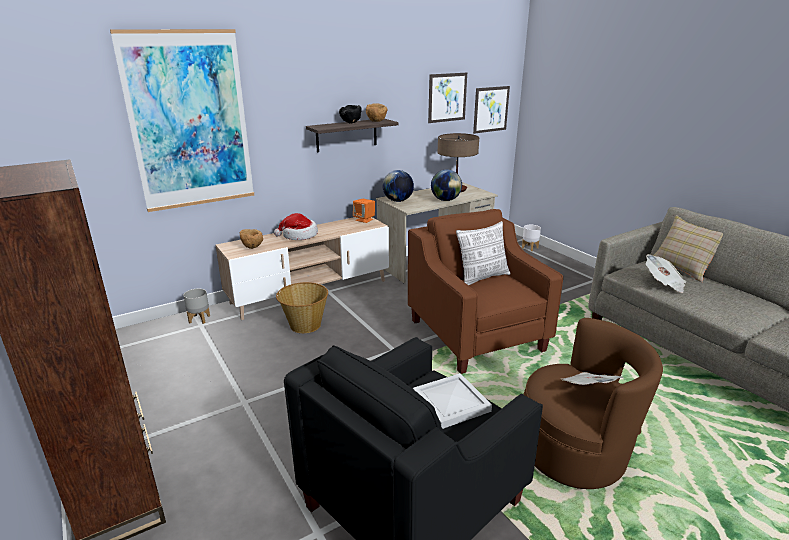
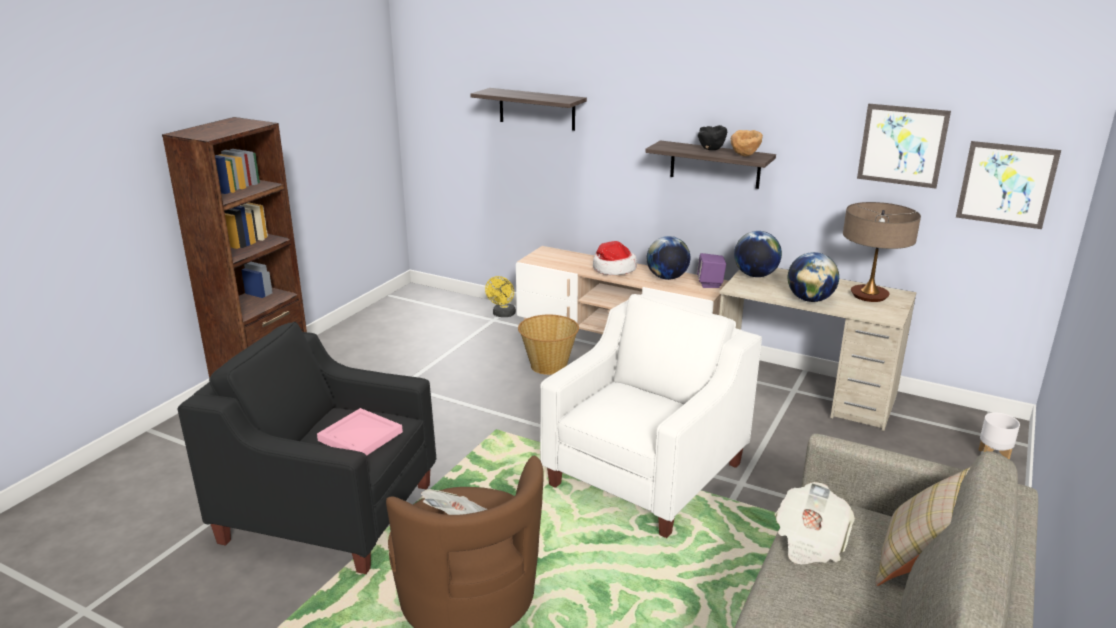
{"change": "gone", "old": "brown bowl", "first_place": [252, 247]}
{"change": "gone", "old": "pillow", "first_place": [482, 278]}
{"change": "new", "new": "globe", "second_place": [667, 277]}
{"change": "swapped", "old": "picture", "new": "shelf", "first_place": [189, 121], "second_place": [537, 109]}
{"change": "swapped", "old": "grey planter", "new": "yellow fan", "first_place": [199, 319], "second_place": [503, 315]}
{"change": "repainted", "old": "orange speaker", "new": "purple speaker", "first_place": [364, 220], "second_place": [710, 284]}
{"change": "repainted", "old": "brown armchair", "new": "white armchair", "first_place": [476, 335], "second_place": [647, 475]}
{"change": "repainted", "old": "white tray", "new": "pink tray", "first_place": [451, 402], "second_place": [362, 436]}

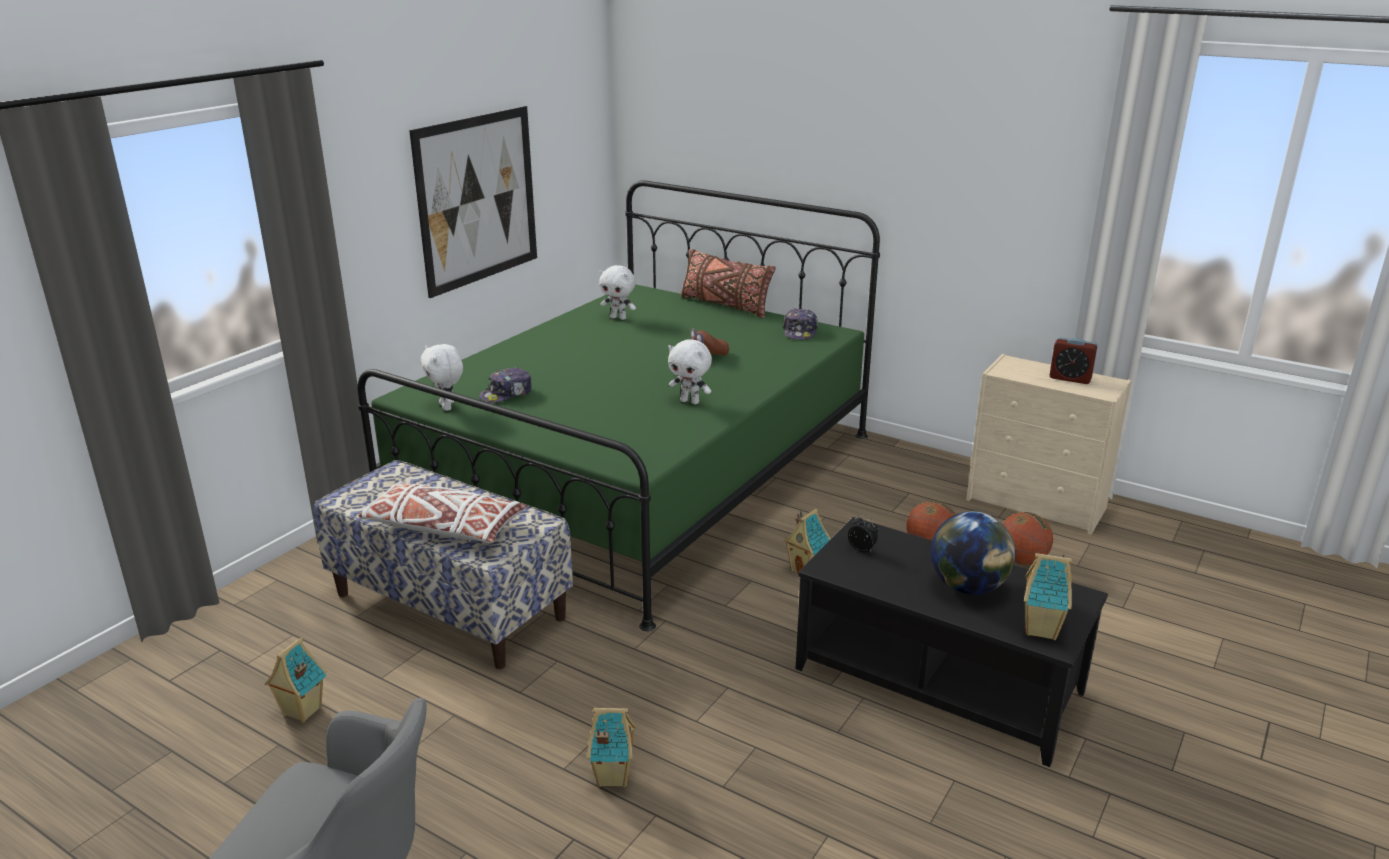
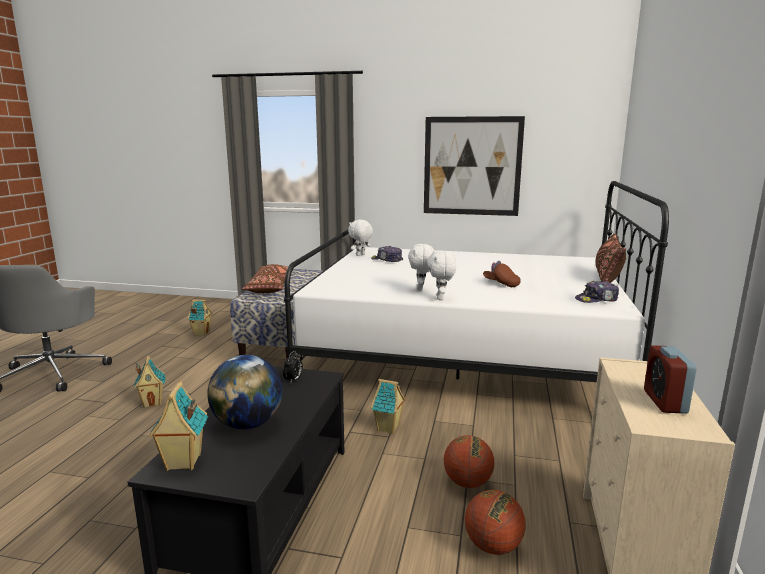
{"change": "shifted", "old": "white plush toy", "first_place": [618, 318], "second_place": [441, 298]}
{"change": "repainted", "old": "green bed", "new": "white bed", "first_place": [638, 475], "second_place": [462, 354]}
{"change": "repainted", "old": "white pillow", "new": "brown pillow", "first_place": [443, 527], "second_place": [270, 287]}

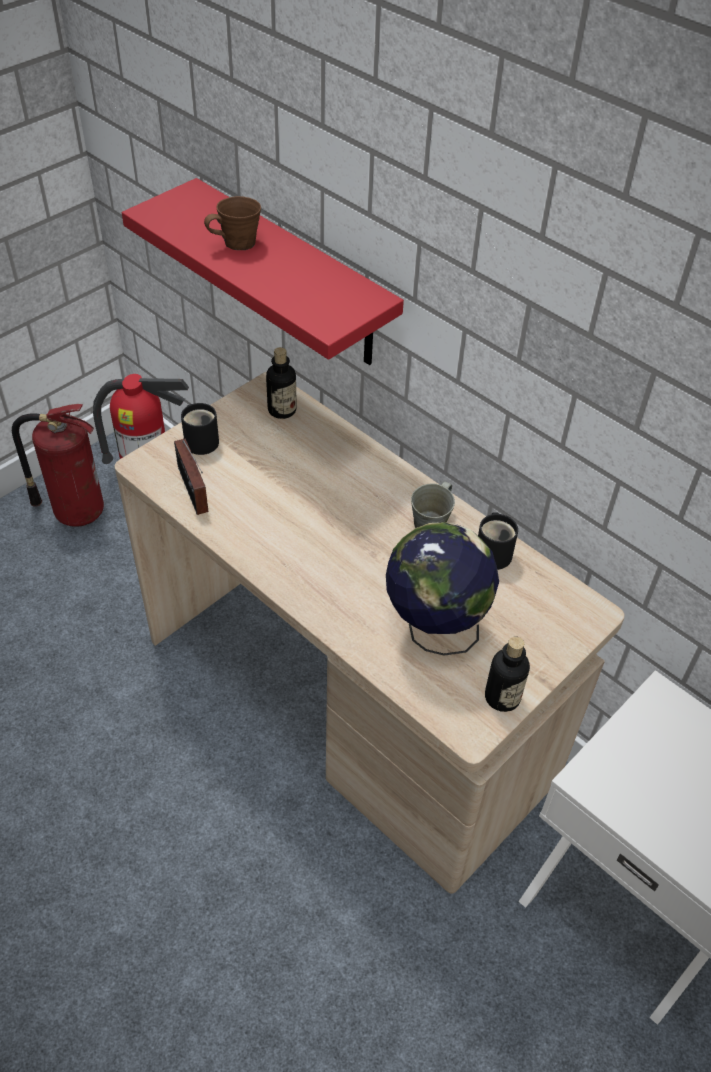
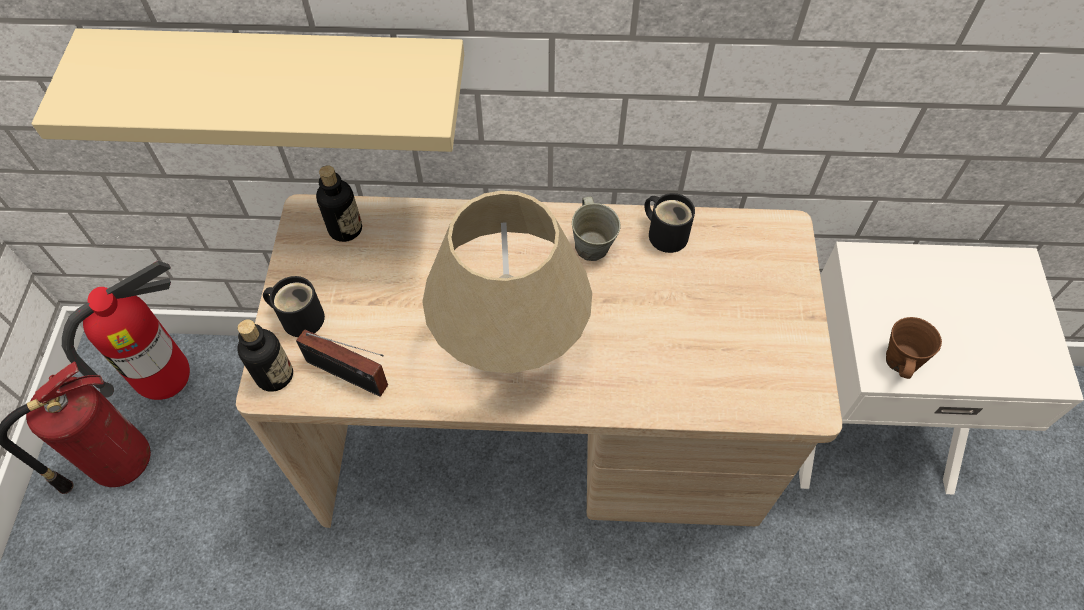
{"change": "gone", "old": "globe", "first_place": [434, 629]}
{"change": "new", "new": "beige table lamp", "second_place": [510, 349]}
{"change": "shifted", "old": "brown mug", "first_place": [237, 243], "second_place": [900, 362]}
{"change": "shifted", "old": "bottle", "first_place": [502, 697], "second_place": [275, 375]}
{"change": "repainted", "old": "red shelf", "new": "beige shelf", "first_place": [294, 276], "second_place": [284, 80]}

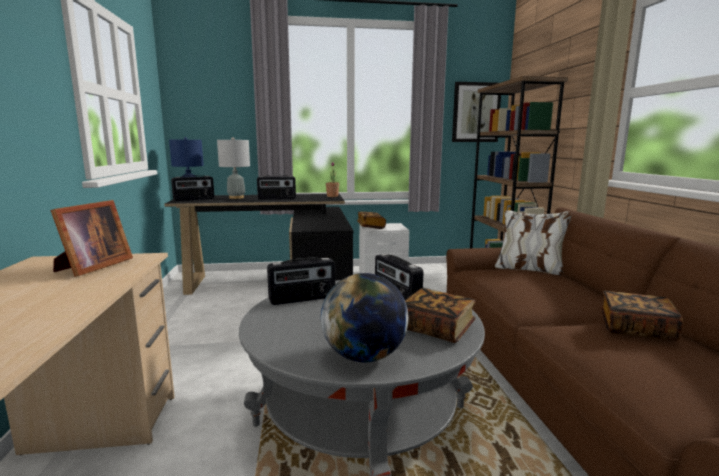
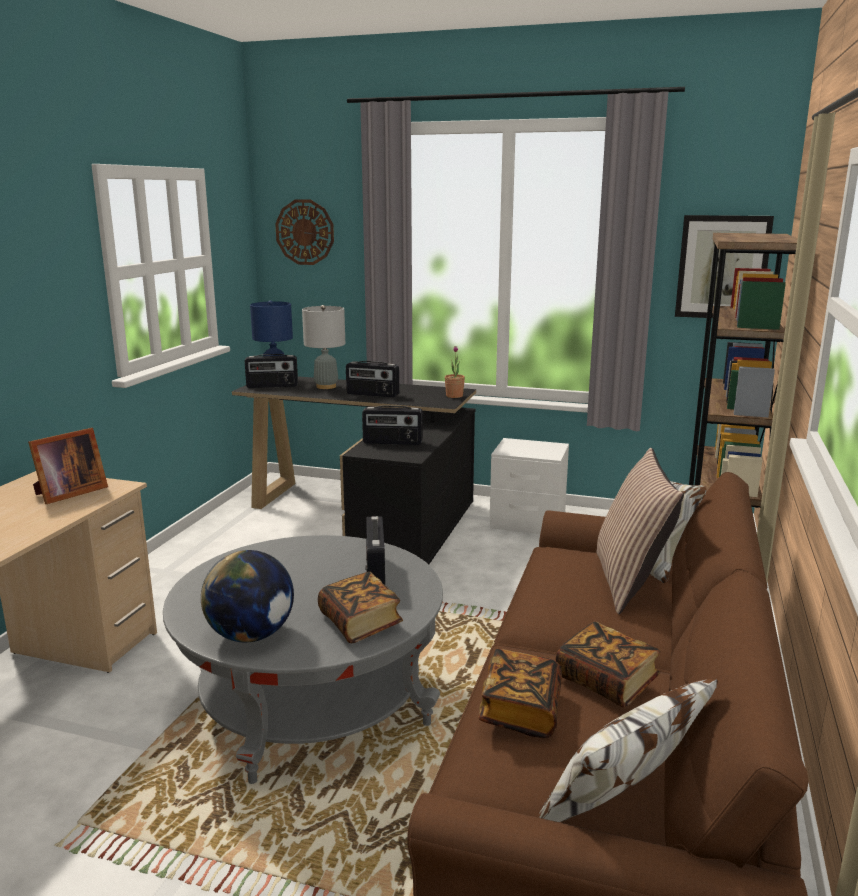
{"change": "new", "new": "wall clock", "second_place": [305, 232]}
{"change": "new", "new": "pillow", "second_place": [630, 582]}
{"change": "shifted", "old": "radio", "first_place": [302, 299], "second_place": [392, 442]}
{"change": "shifted", "old": "book", "first_place": [370, 227], "second_place": [520, 711]}

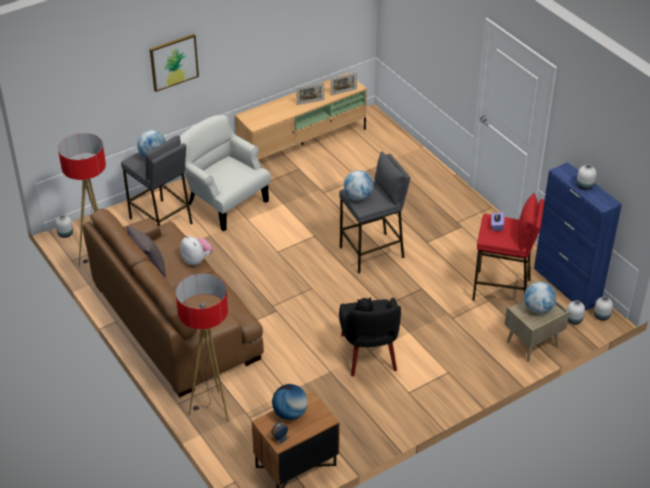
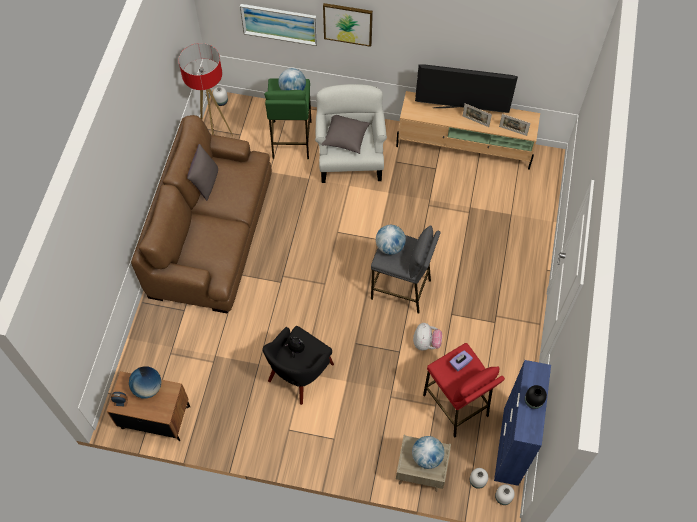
{"change": "gone", "old": "floor lamp", "first_place": [211, 409]}
{"change": "new", "new": "picture", "second_place": [279, 23]}
{"change": "new", "new": "grey pillow", "second_place": [345, 138]}
{"change": "new", "new": "television", "second_place": [461, 110]}
{"change": "shifted", "old": "plush toy", "first_place": [197, 260], "second_place": [426, 343]}
{"change": "repainted", "old": "grey stool", "new": "green stool", "first_place": [161, 221], "second_place": [291, 140]}
{"change": "repainted", "old": "white vase", "new": "black vase", "first_place": [584, 186], "second_place": [533, 401]}

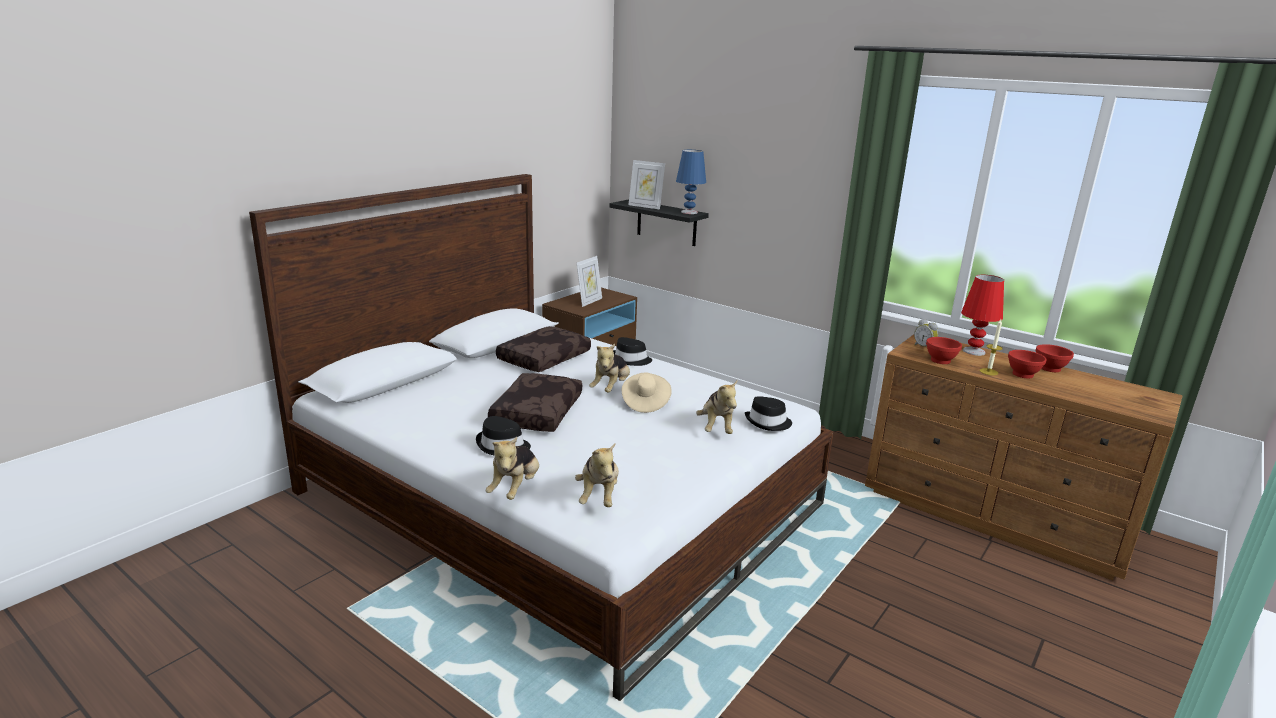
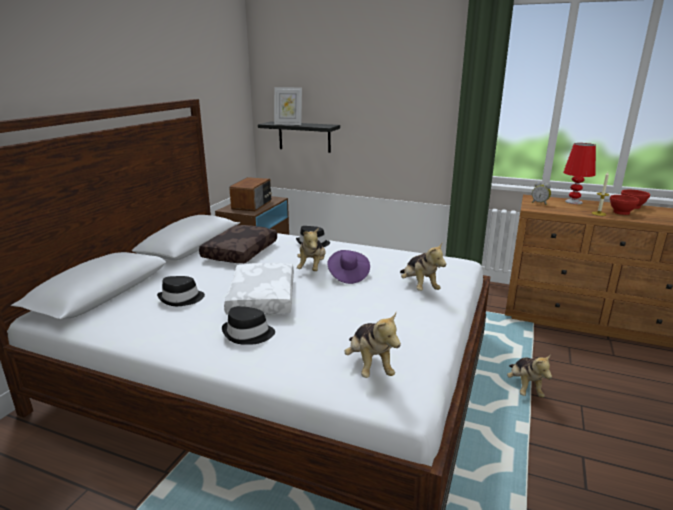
{"change": "gone", "old": "blue table lamp", "first_place": [689, 212]}
{"change": "gone", "old": "red bowl", "first_place": [940, 360]}
{"change": "shifted", "old": "plush toy", "first_place": [515, 488], "second_place": [524, 387]}
{"change": "shifted", "old": "black hat", "first_place": [768, 422], "second_place": [181, 299]}
{"change": "swapped", "old": "picture frame", "new": "radio", "first_place": [589, 301], "second_place": [252, 205]}
{"change": "repainted", "old": "brown pillow", "new": "white pillow", "first_place": [536, 412], "second_place": [261, 298]}
{"change": "repainted", "old": "beige hat", "new": "purple hat", "first_place": [645, 403], "second_place": [348, 275]}

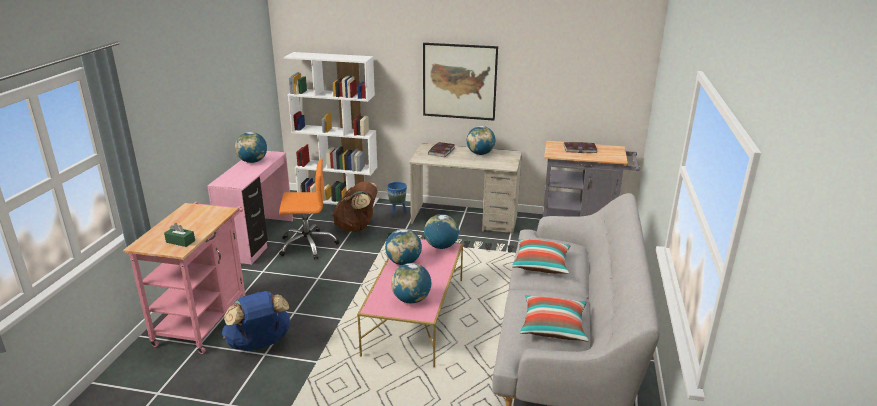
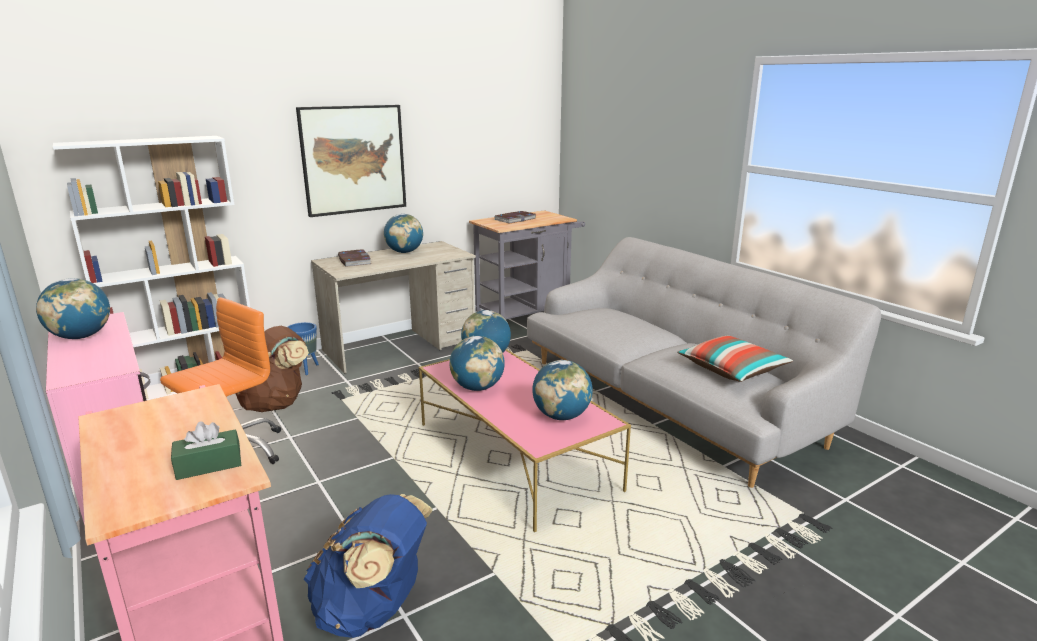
{"change": "gone", "old": "pillow", "first_place": [541, 264]}

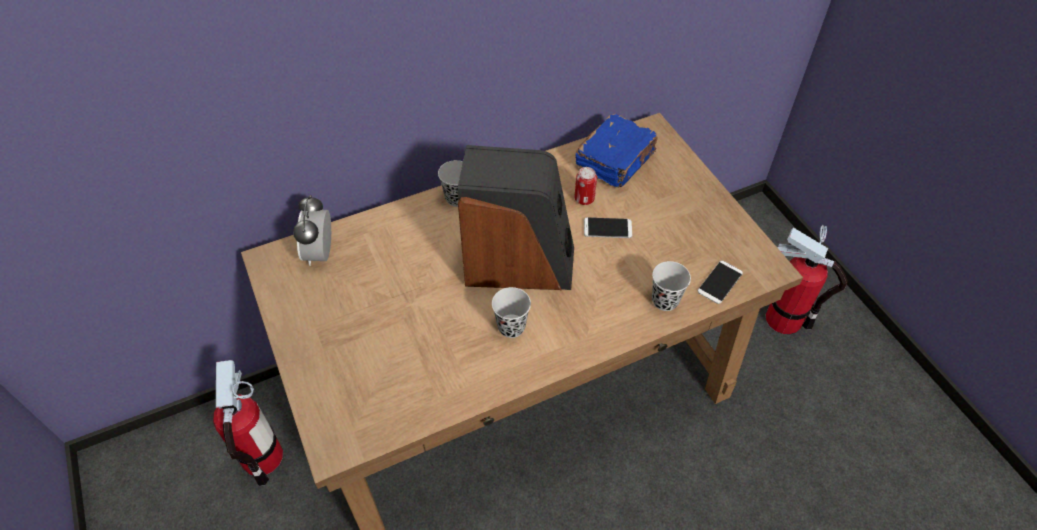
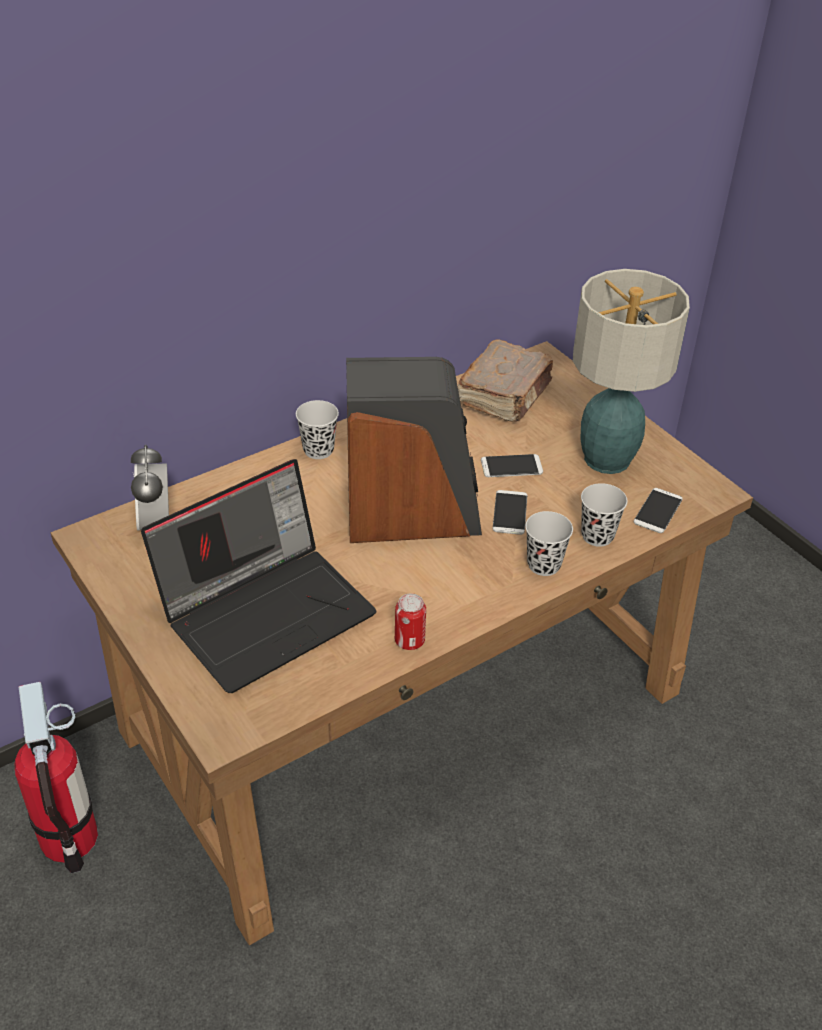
{"change": "gone", "old": "fire extinguisher", "first_place": [784, 319]}
{"change": "new", "new": "laptop", "second_place": [267, 610]}
{"change": "new", "new": "phone", "second_place": [510, 513]}
{"change": "new", "new": "table lamp", "second_place": [608, 459]}
{"change": "shifted", "old": "black cup", "first_place": [511, 327], "second_place": [544, 564]}
{"change": "shifted", "old": "can", "first_place": [584, 199], "second_place": [409, 640]}
{"change": "repainted", "old": "blue book", "new": "brown book", "first_place": [616, 161], "second_place": [505, 395]}

